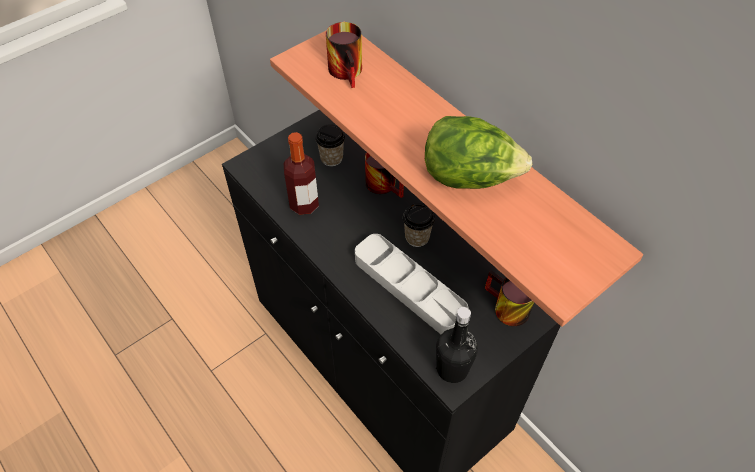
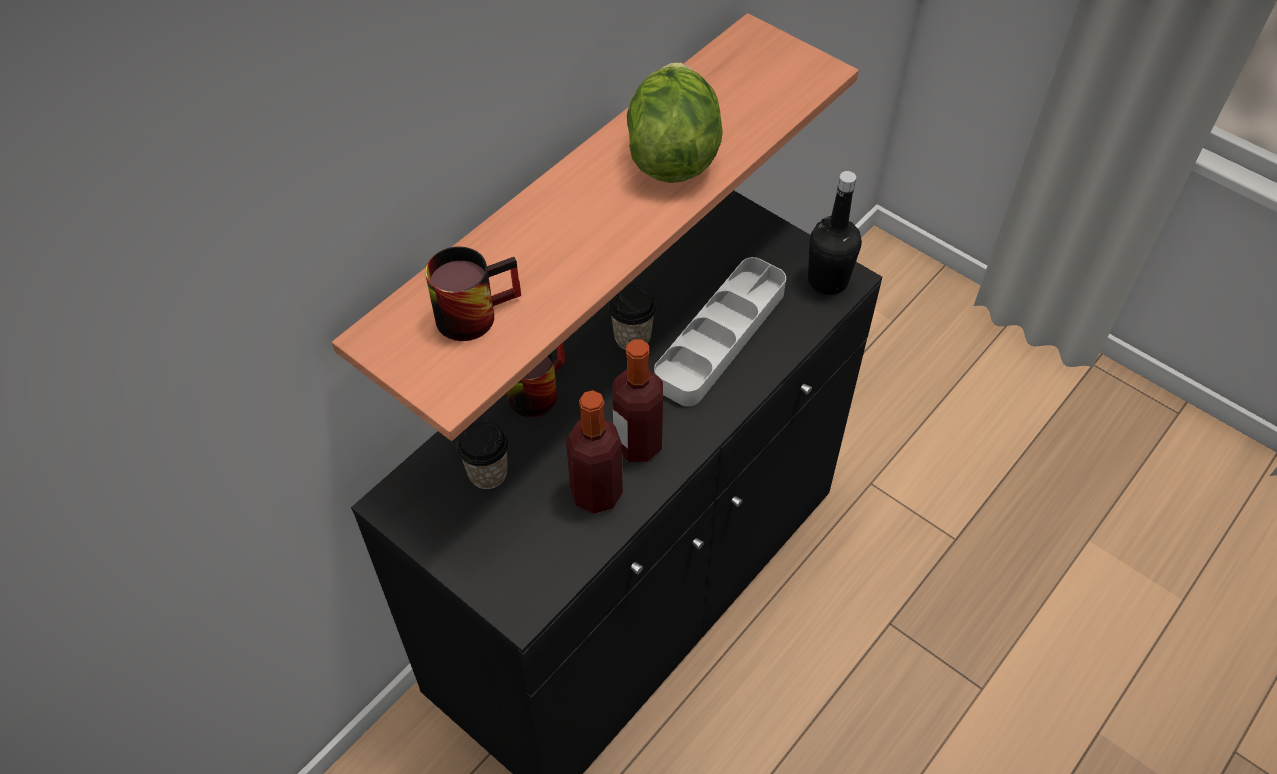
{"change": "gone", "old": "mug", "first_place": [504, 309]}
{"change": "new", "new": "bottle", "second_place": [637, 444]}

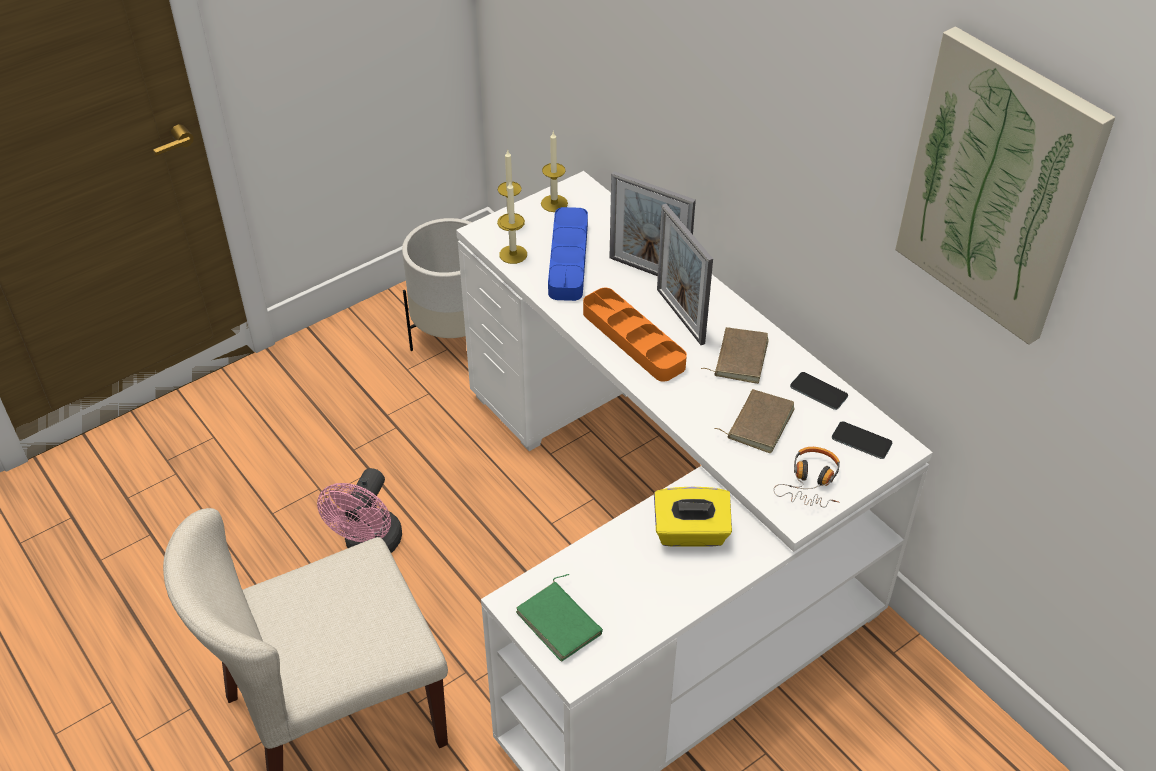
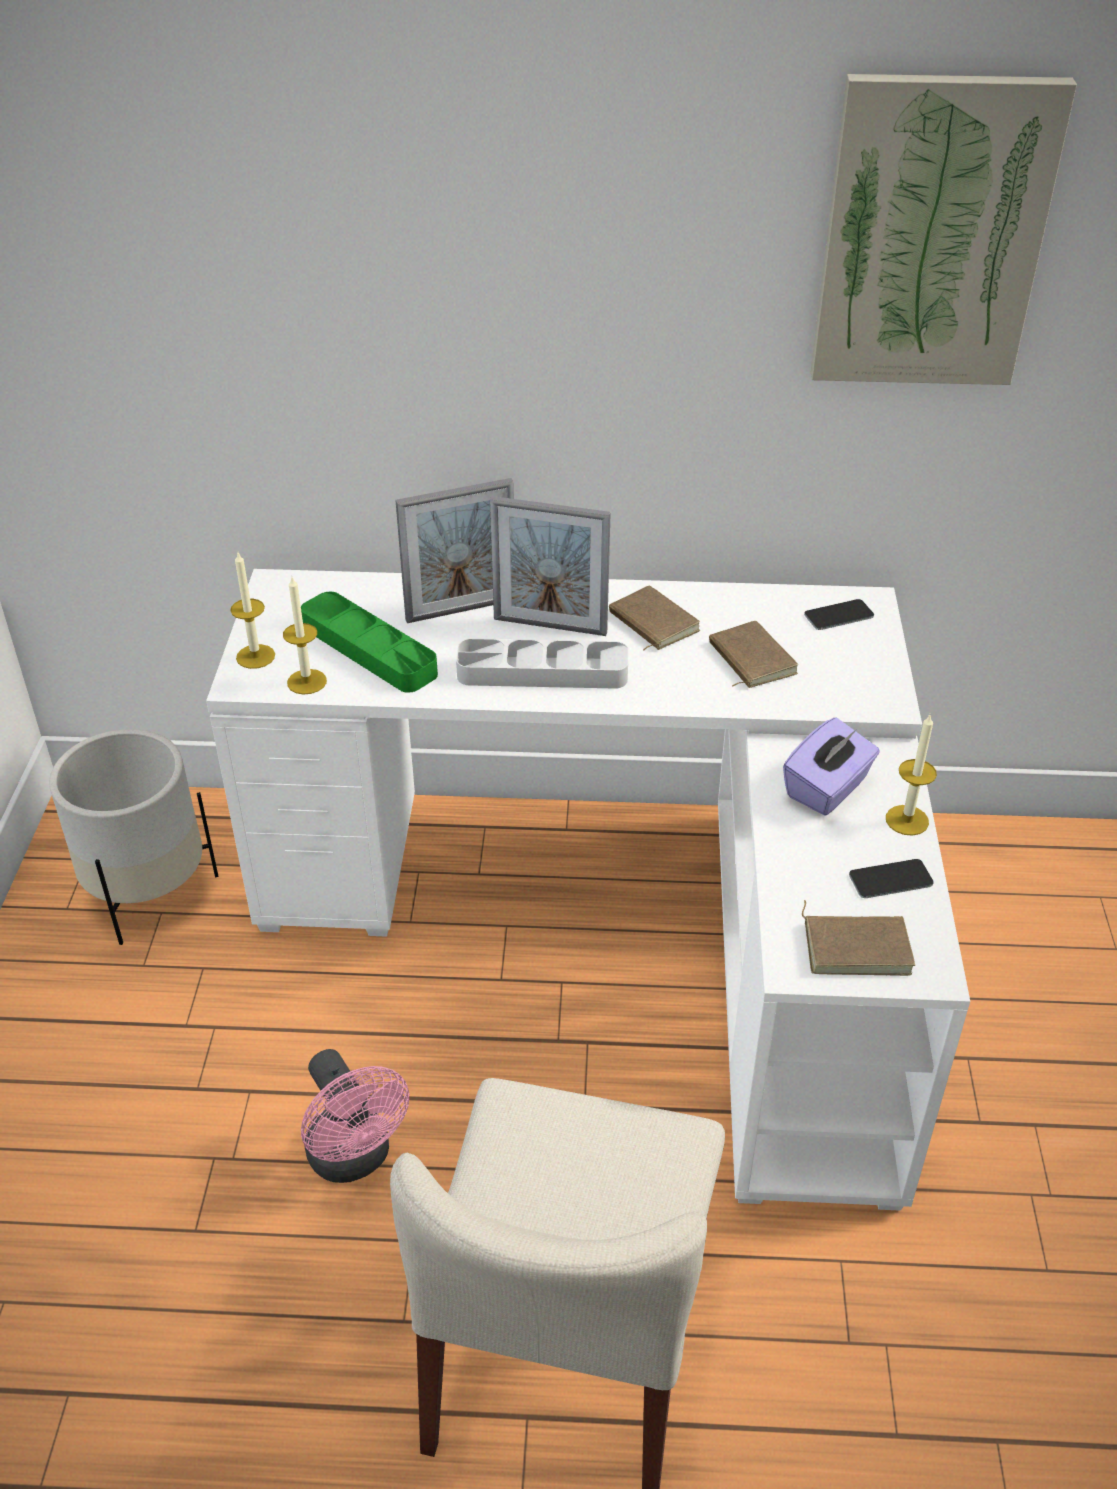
{"change": "gone", "old": "headphones", "first_place": [811, 483]}
{"change": "shifted", "old": "candle", "first_place": [554, 203], "second_place": [907, 820]}
{"change": "shifted", "old": "phone", "first_place": [818, 391], "second_place": [890, 879]}
{"change": "repainted", "old": "green book", "new": "brown book", "first_place": [561, 622], "second_place": [857, 946]}
{"change": "repainted", "old": "blue tray", "new": "green tray", "first_place": [568, 258], "second_place": [369, 649]}
{"change": "repainted", "old": "orange tray", "new": "grey tray", "first_place": [633, 339], "second_place": [542, 672]}
{"change": "repainted", "old": "yellow tissue box", "new": "purple tissue box", "first_place": [691, 533], "second_place": [827, 788]}

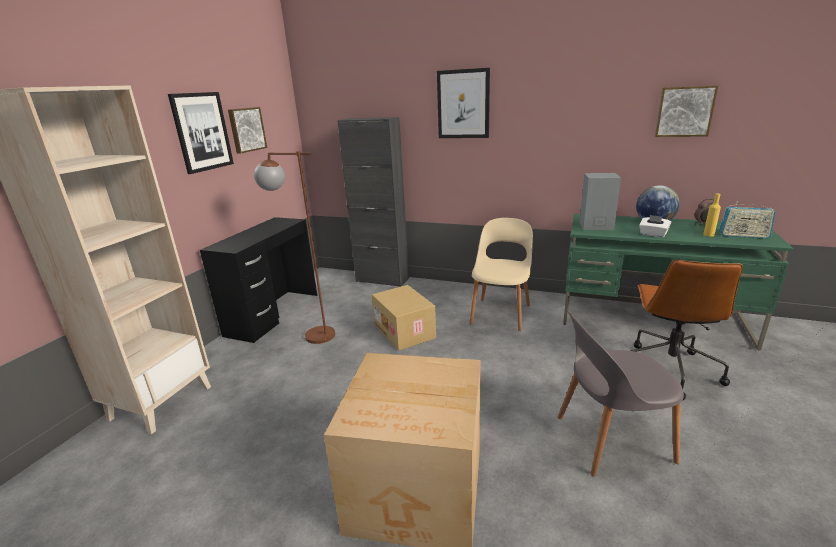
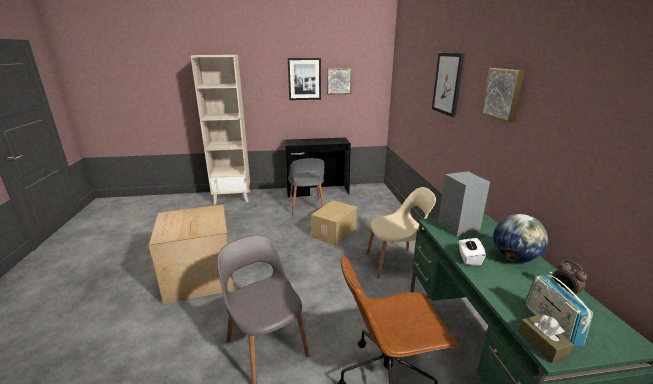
{"change": "gone", "old": "black cabinet", "first_place": [382, 280]}
{"change": "gone", "old": "yellow bottle", "first_place": [708, 235]}
{"change": "new", "new": "brown tissue box", "second_place": [542, 344]}
{"change": "shifted", "old": "picture", "first_place": [684, 111], "second_place": [503, 93]}
{"change": "swapped", "old": "brown floor lamp", "new": "grey chair", "first_place": [310, 334], "second_place": [306, 207]}

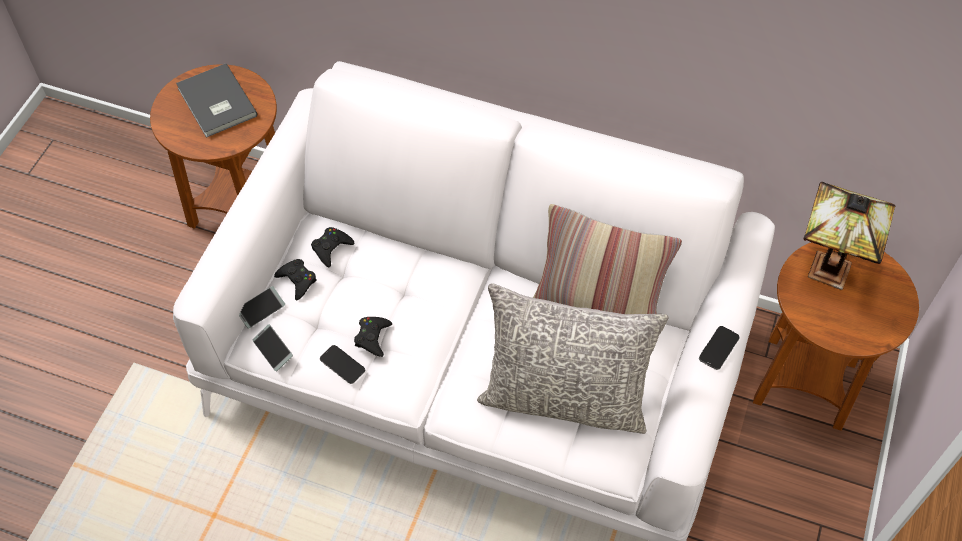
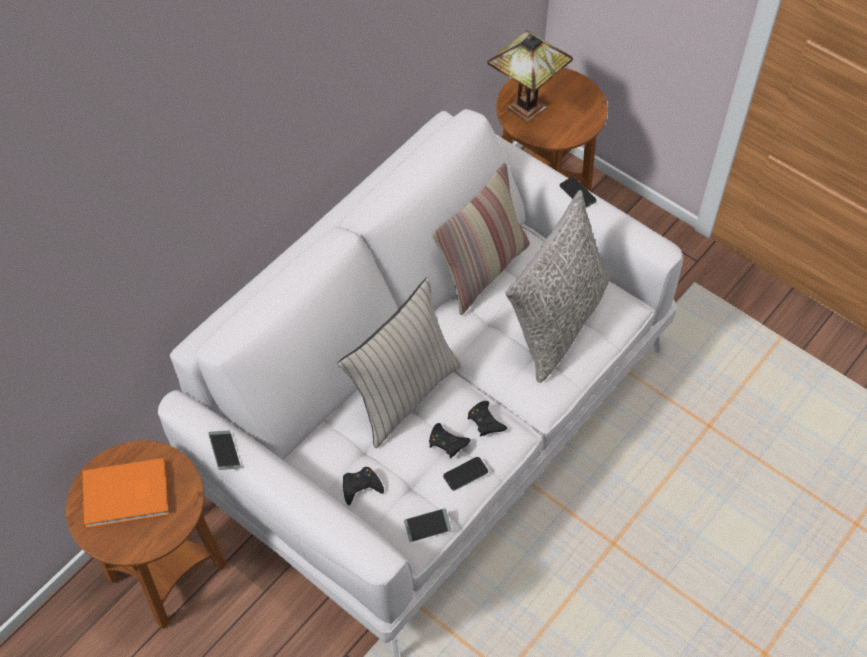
{"change": "new", "new": "beige pillow", "second_place": [403, 394]}
{"change": "shifted", "old": "phone", "first_place": [261, 310], "second_place": [225, 452]}
{"change": "shifted", "old": "black game controller", "first_place": [331, 248], "second_place": [485, 421]}
{"change": "repainted", "old": "grey book", "new": "orange book", "first_place": [215, 104], "second_place": [127, 496]}

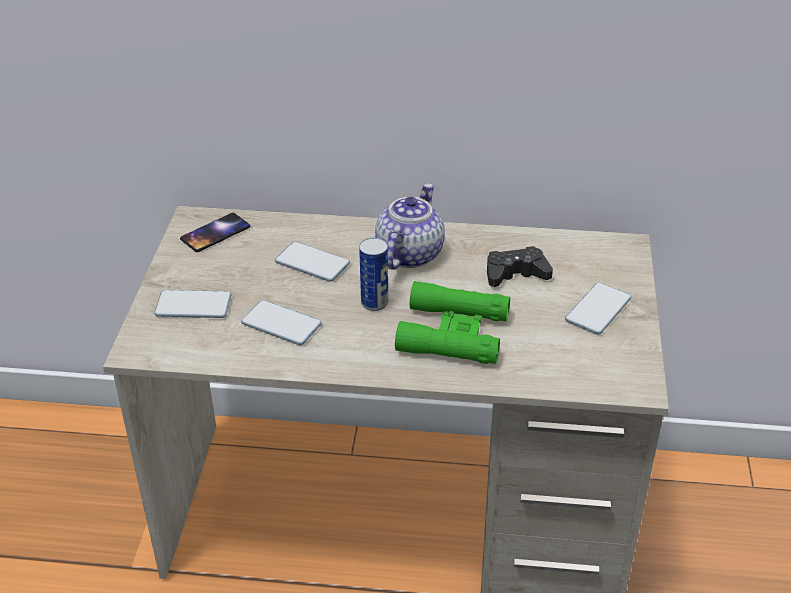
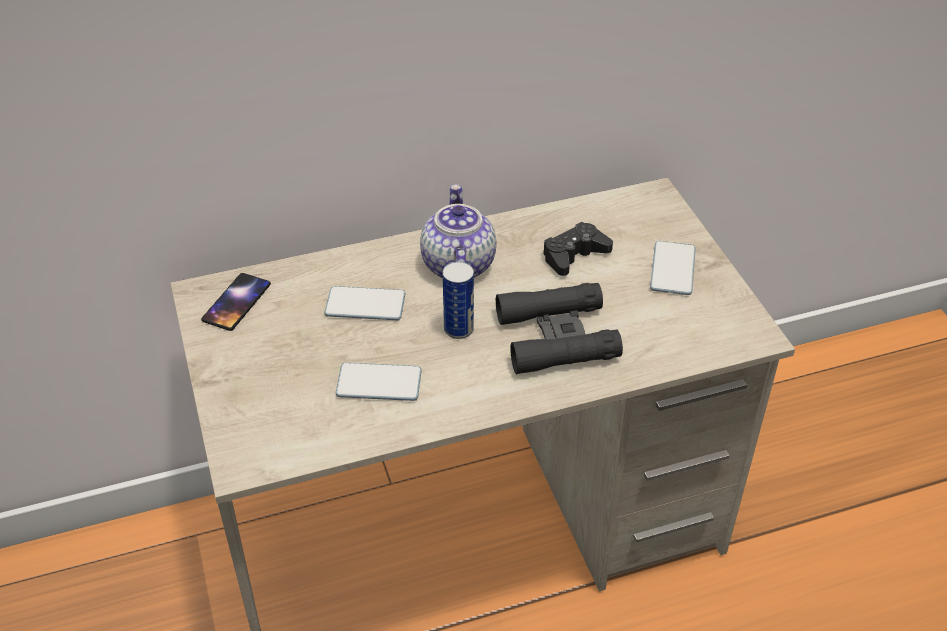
{"change": "gone", "old": "phone", "first_place": [193, 305]}
{"change": "repainted", "old": "green binoculars", "new": "black binoculars", "first_place": [453, 333], "second_place": [556, 337]}

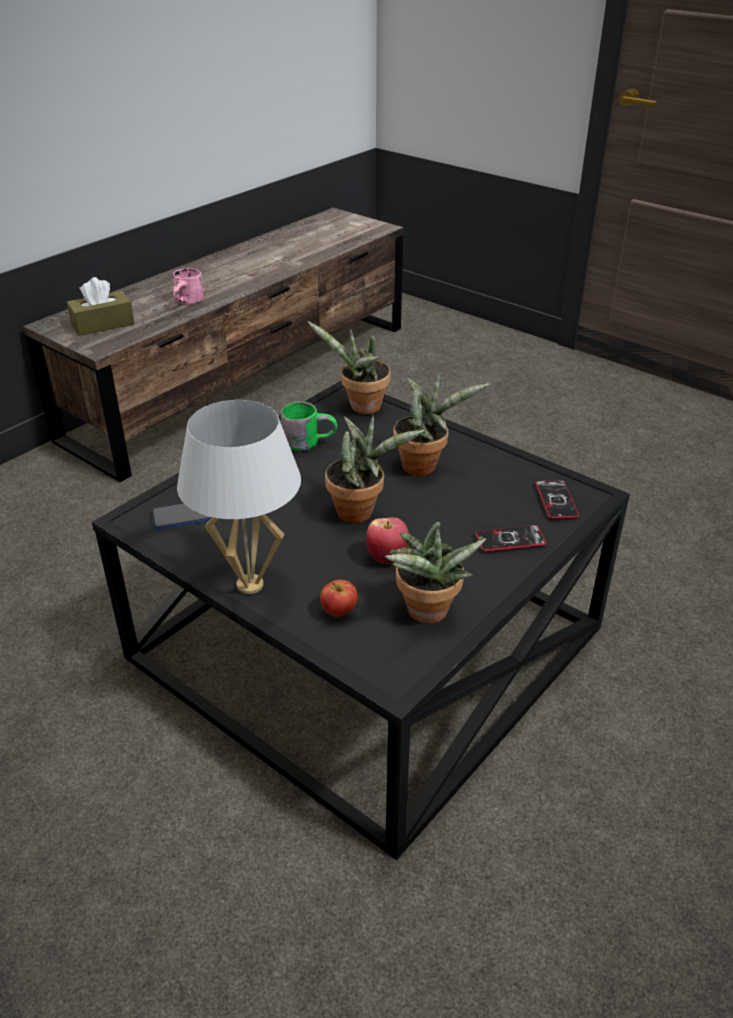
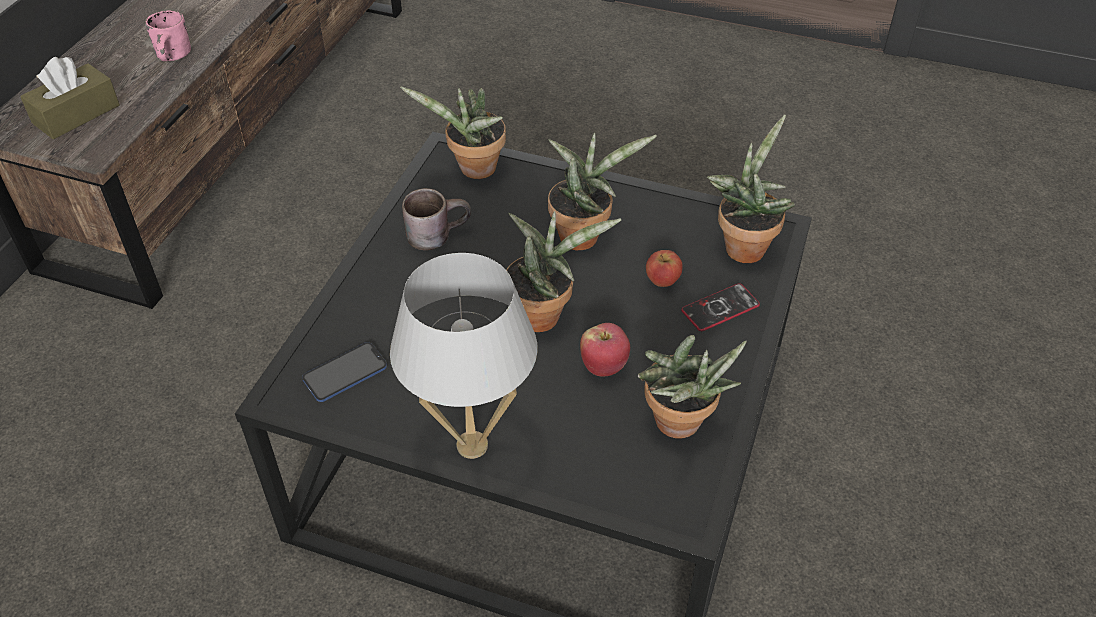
{"change": "shifted", "old": "apple", "first_place": [339, 611], "second_place": [662, 281]}
{"change": "swapped", "old": "phone", "new": "potted plant", "first_place": [556, 500], "second_place": [743, 245]}
{"change": "repainted", "old": "green mug", "new": "brown mug", "first_place": [308, 441], "second_place": [436, 233]}

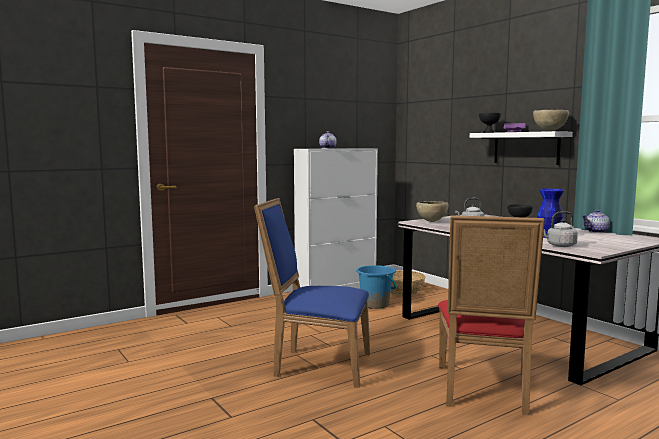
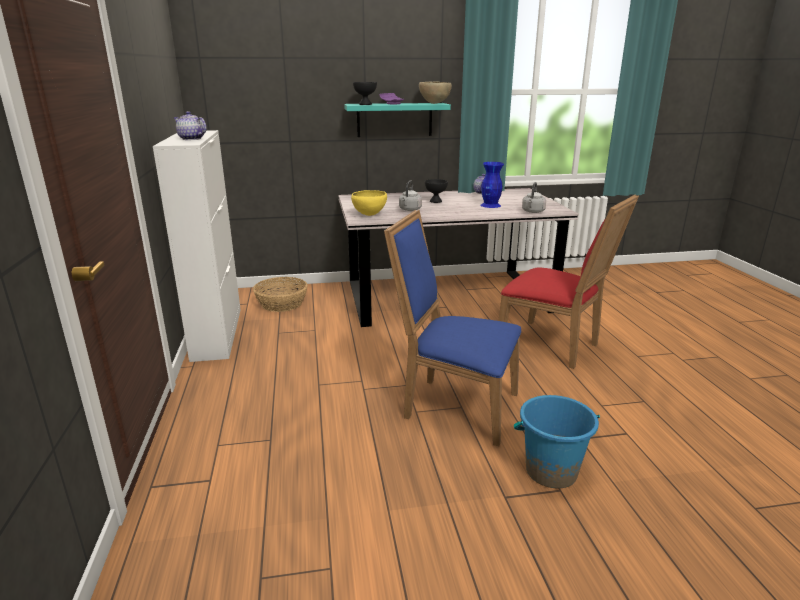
{"change": "shifted", "old": "blue bucket", "first_place": [375, 304], "second_place": [551, 471]}
{"change": "repainted", "old": "brown bowl", "new": "yellow bowl", "first_place": [432, 221], "second_place": [369, 215]}
{"change": "repainted", "old": "white shelf", "new": "turquoise shelf", "first_place": [526, 148], "second_place": [394, 120]}
{"change": "rotated", "old": "blue chair", "first_place": [317, 365], "second_place": [454, 406], "degrees": 75}

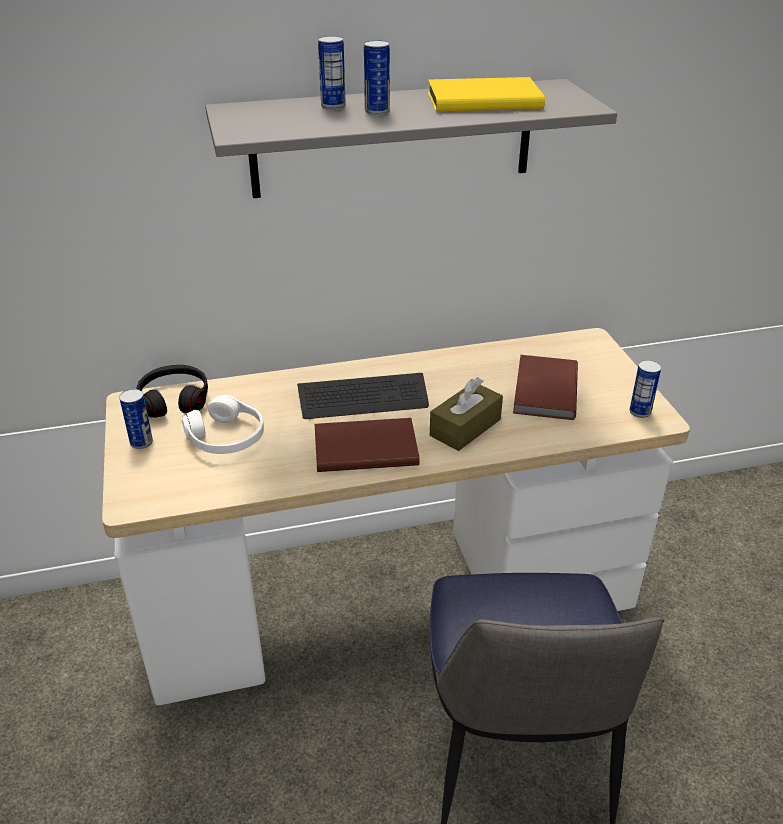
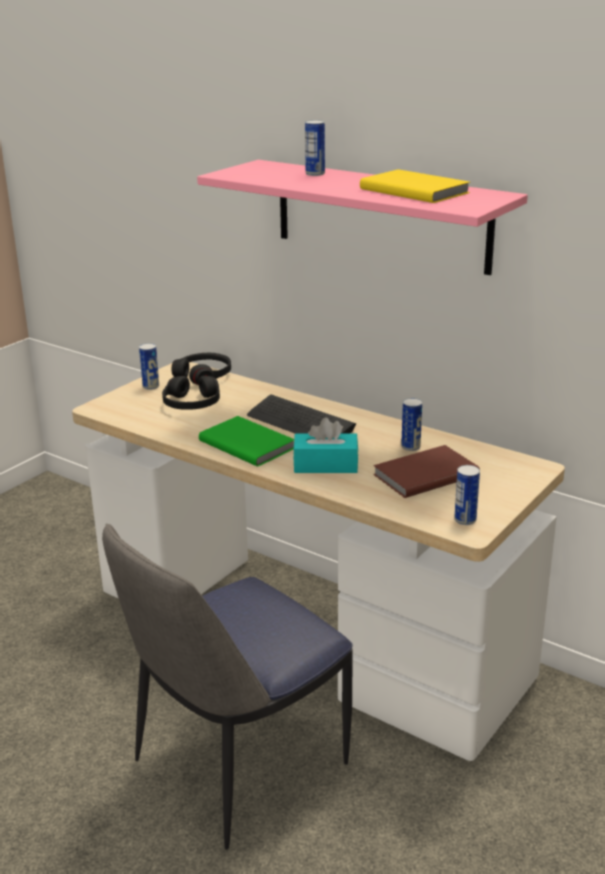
{"change": "shifted", "old": "can", "first_place": [377, 112], "second_place": [410, 447]}
{"change": "repainted", "old": "white headphones", "new": "black headphones", "first_place": [226, 437], "second_place": [192, 404]}
{"change": "repainted", "old": "grey shelf", "new": "pink shelf", "first_place": [393, 138], "second_place": [381, 215]}
{"change": "repainted", "old": "brown book", "new": "green book", "first_place": [364, 447], "second_place": [247, 443]}
{"change": "repainted", "old": "brown tissue box", "new": "turquoise tissue box", "first_place": [465, 427], "second_place": [325, 465]}

